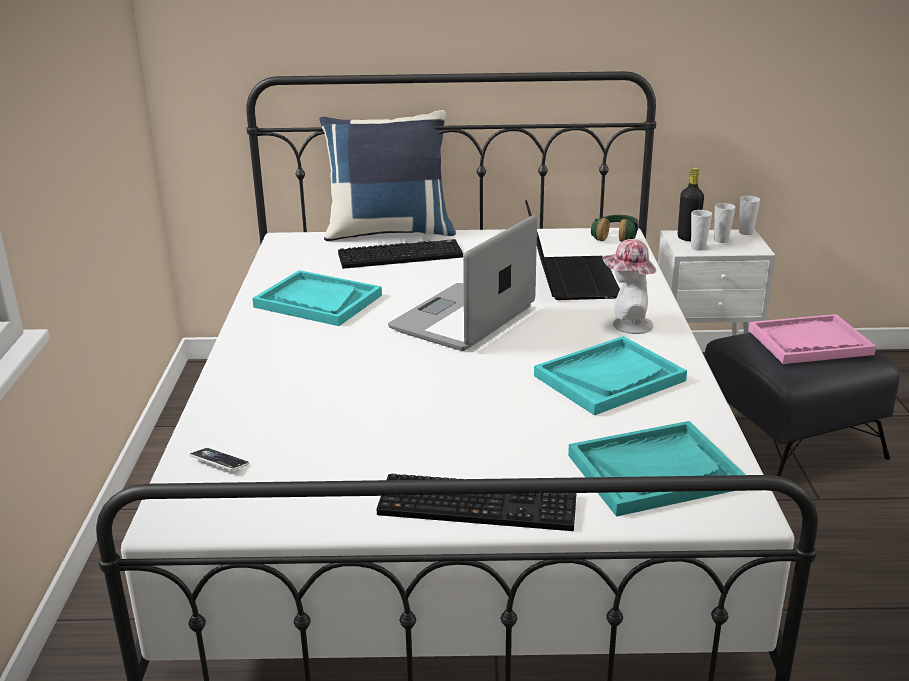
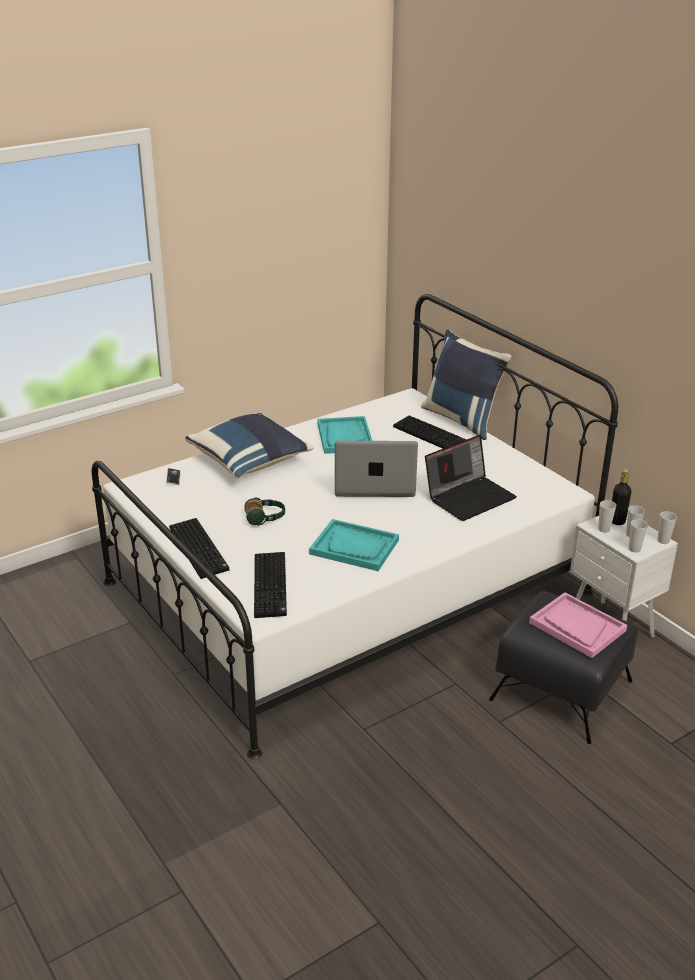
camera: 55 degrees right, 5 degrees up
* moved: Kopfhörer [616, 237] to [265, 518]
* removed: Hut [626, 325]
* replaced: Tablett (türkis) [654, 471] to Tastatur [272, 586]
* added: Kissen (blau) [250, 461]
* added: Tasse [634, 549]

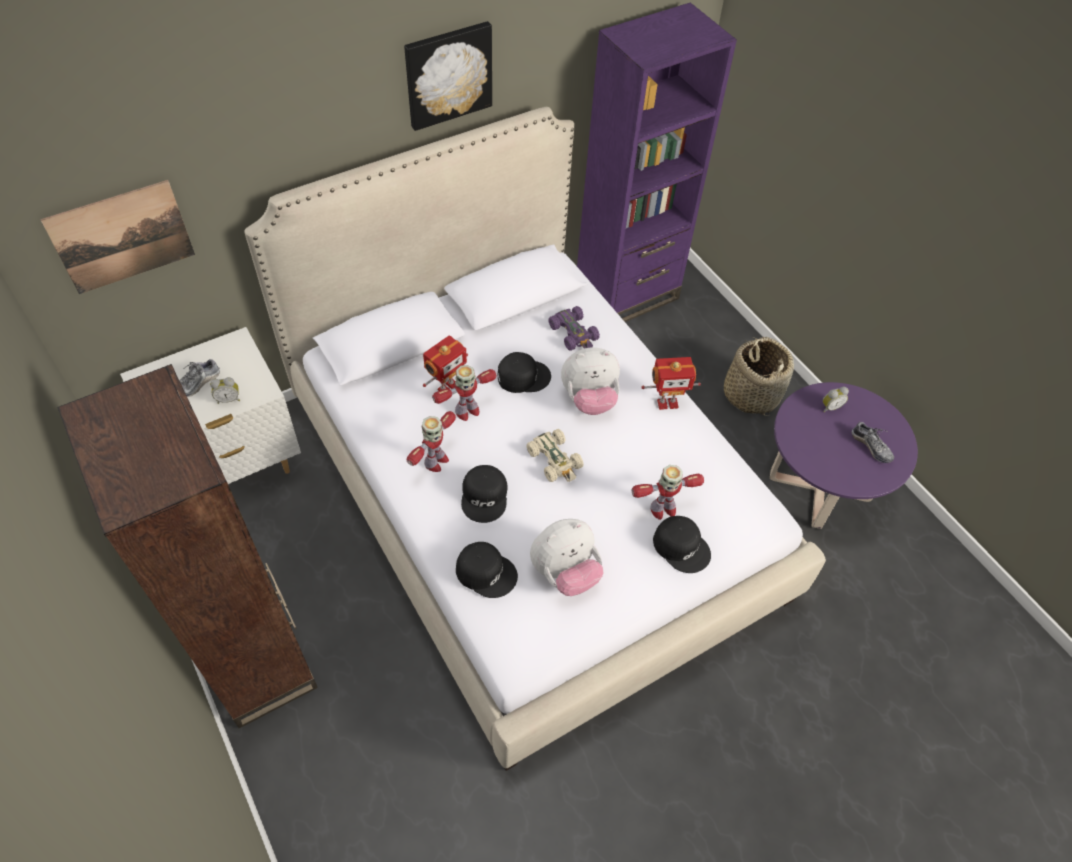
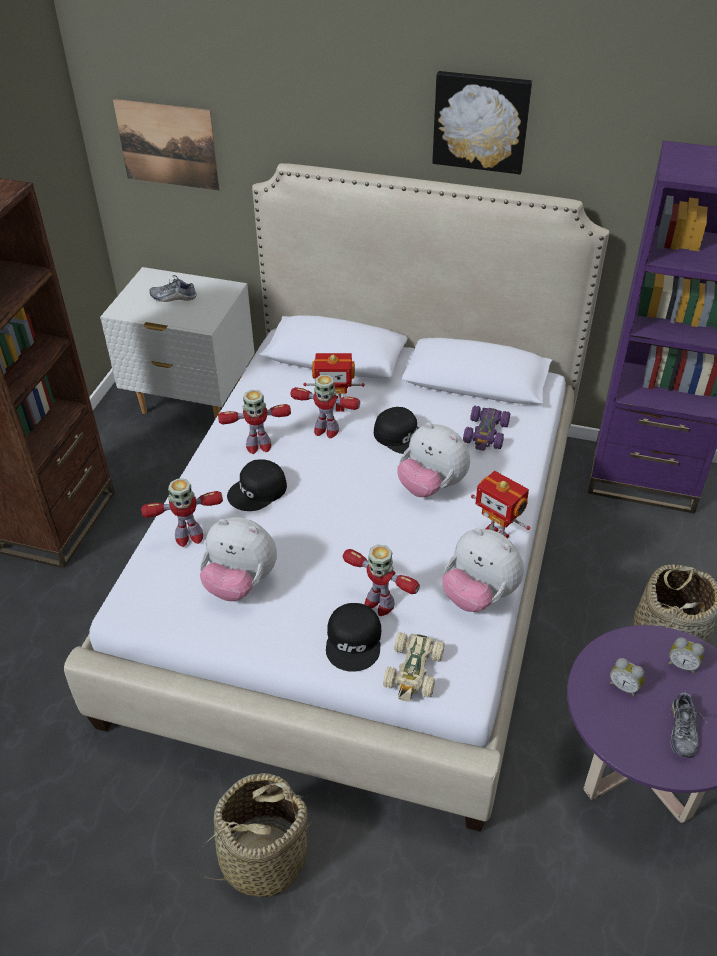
camera: 50 degrees right, 10 degrees down
* moved: Wecker [228, 399] to [624, 686]
* moved: Spielzeugauto (beige) [555, 460] to [414, 671]
* replaced: Kappe (schwarz) [486, 571] to Spielzeugroboter [188, 536]
* added: Plüschtier [479, 595]
* added: Korb [263, 857]

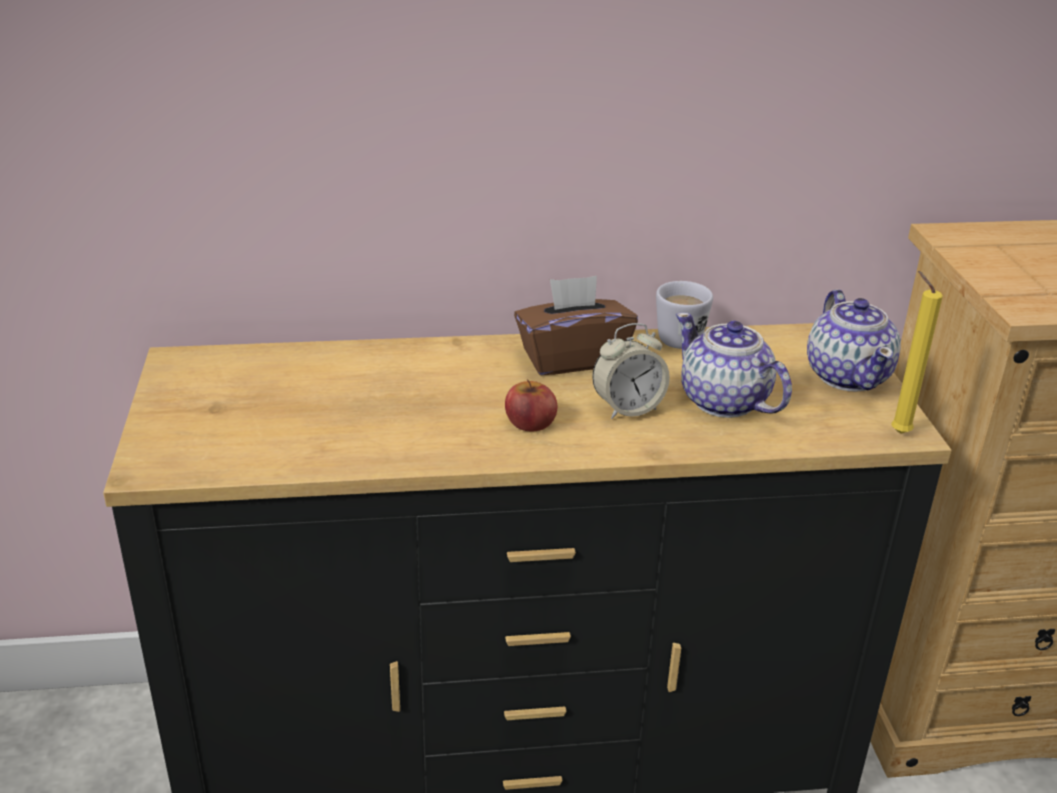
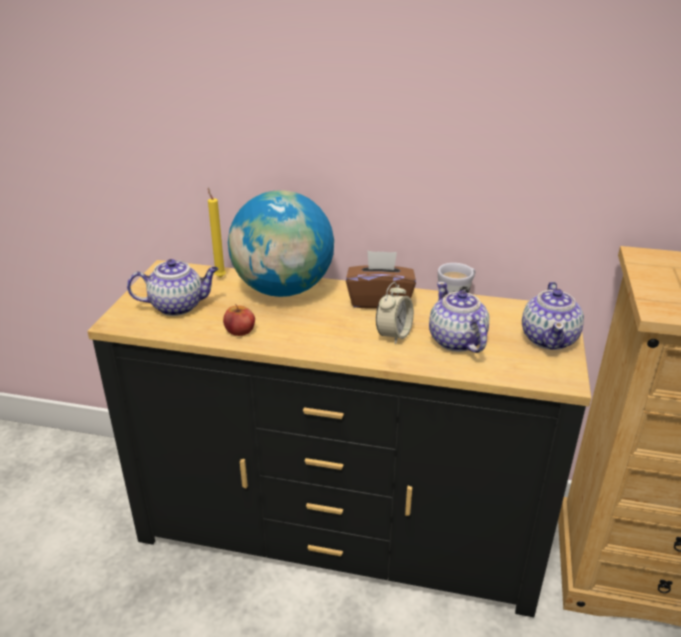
camera: 20 degrees right, 0 degrees up
* moved: Kerze (gelb) [897, 432] to [220, 276]
* turned: Wecker [627, 408] = [394, 335] 60 degrees counterclockwise
* moved: Apfel [530, 422] to [240, 330]
* added: Globus [284, 290]
* added: Teekanne [178, 306]

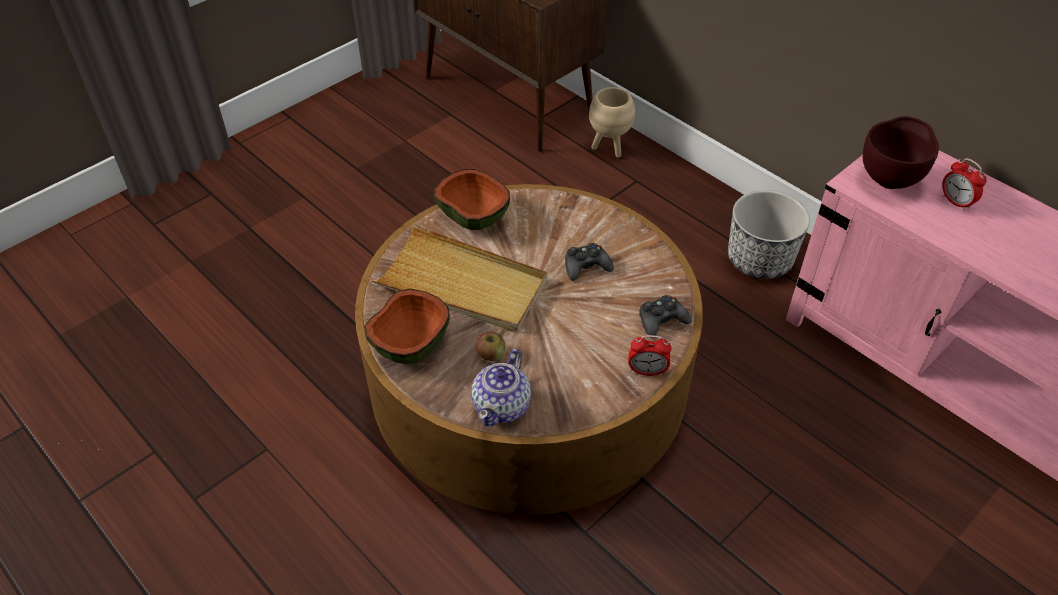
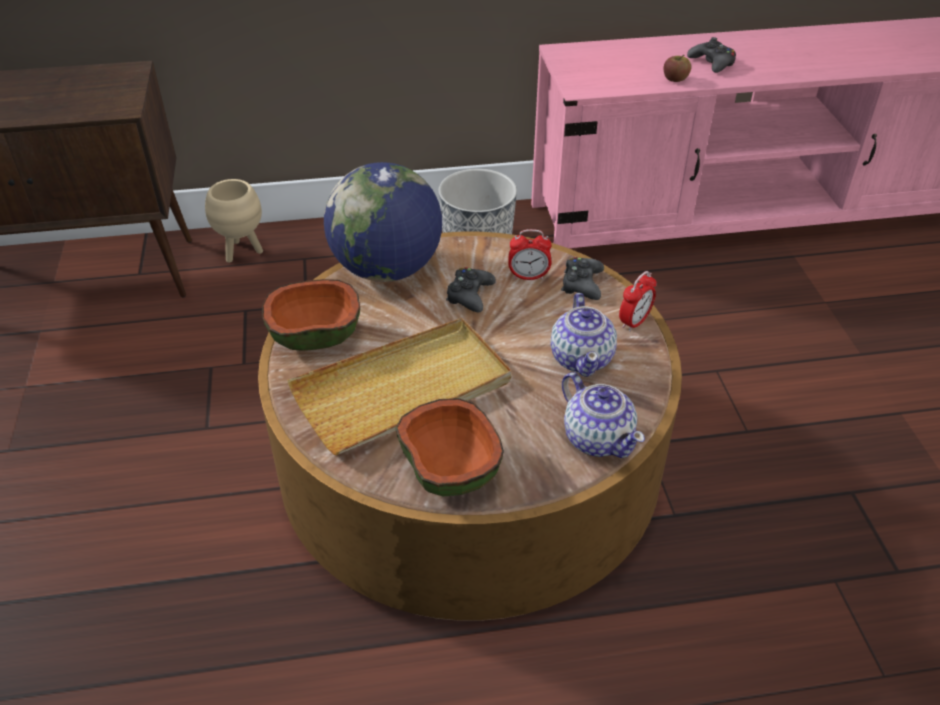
camera: 55 degrees left, 5 degrees down
* removed: Schüssel (braun) [890, 179]
* moved: Wecker [955, 202] to [528, 276]
* moved: Apfel [491, 354] to [675, 79]
* added: Gamepad (schwarz) [712, 63]
* added: Globus [387, 269]
* added: Teekanne [582, 358]

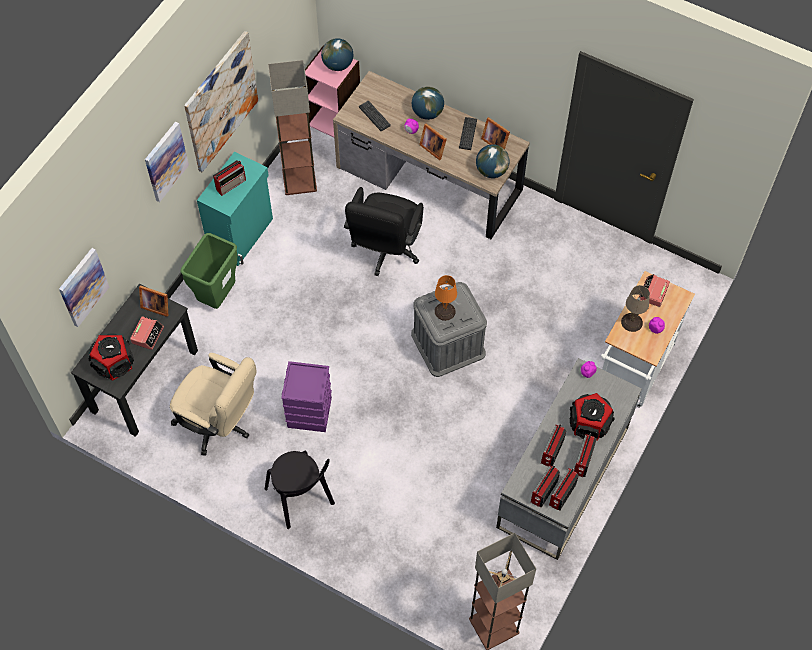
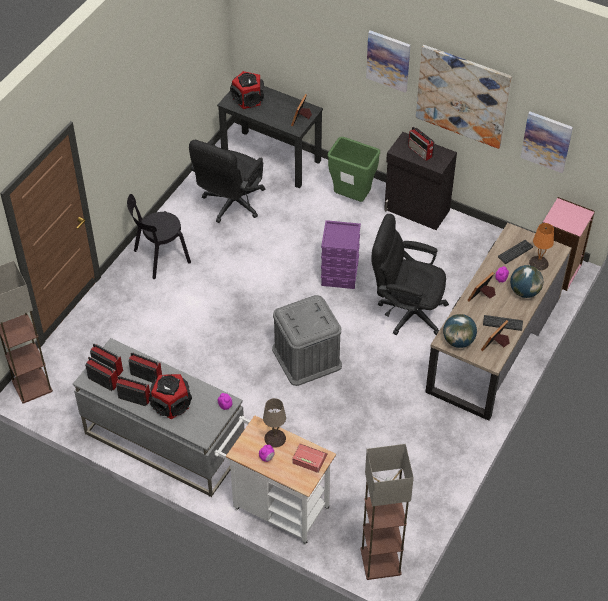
camera: 90 degrees right, 10 degrees down
* removed: Globus [338, 65]
* moved: Stehlampe [299, 181] to [380, 561]
* recoloured: Schrank (türkis) [242, 235] to Schrank (schwarz) [416, 210]
* moved: Bild [83, 287] to [546, 141]
* moved: Tischlampe (orange) [445, 311] to [538, 263]
* removed: Wecker [147, 335]
* recoloured: Bürostuhl (beige) [220, 424] to Bürostuhl (schwarz) [230, 205]
* moved: Aufbewahrungsbox (lila) [309, 413] to [339, 274]

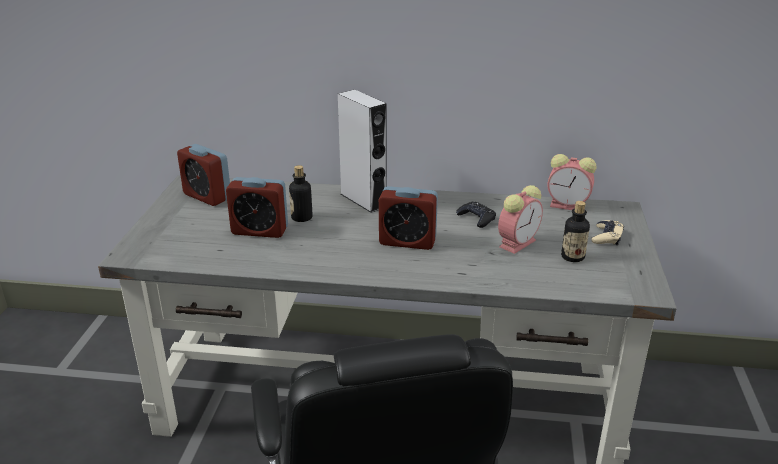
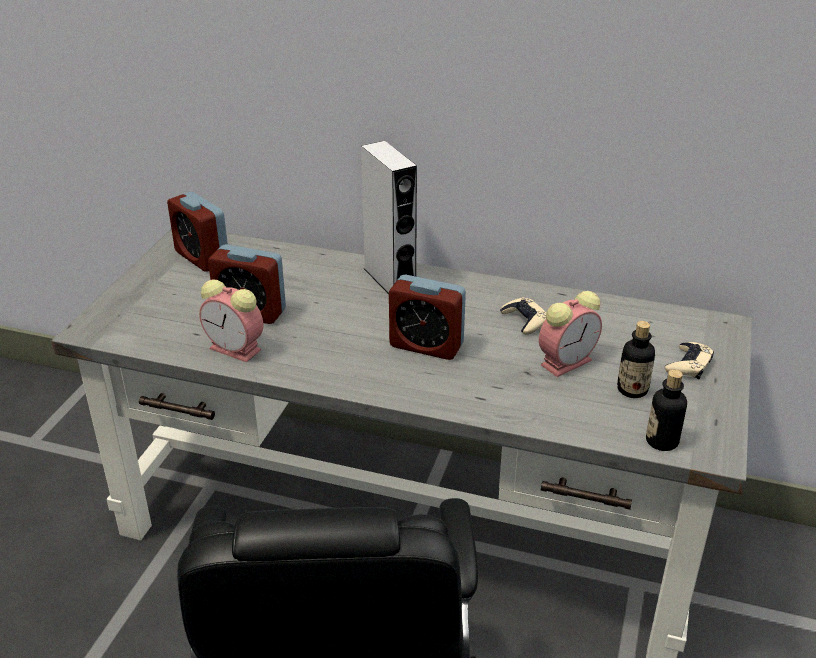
camera: 10 degrees right, 5 degrees up
* moved: Wecker [569, 205] to [237, 349]
* moved: Flasche [301, 217] to [662, 441]
* recoloured: Gamepad (schwarz) [476, 218] to Gamepad (beige) [525, 320]

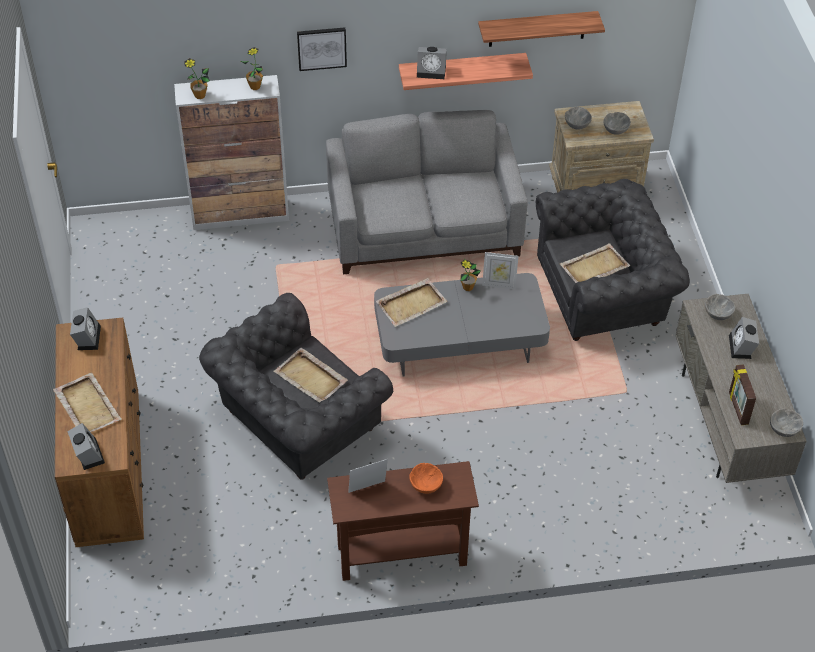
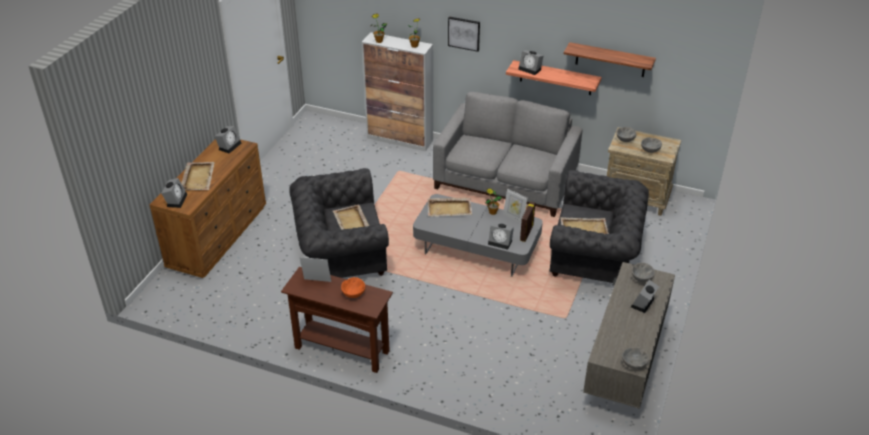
camera: 30 degrees right, 10 degrees down
* moved: Bilderrahmen [737, 408] to [526, 233]
* added: Wecker [501, 242]

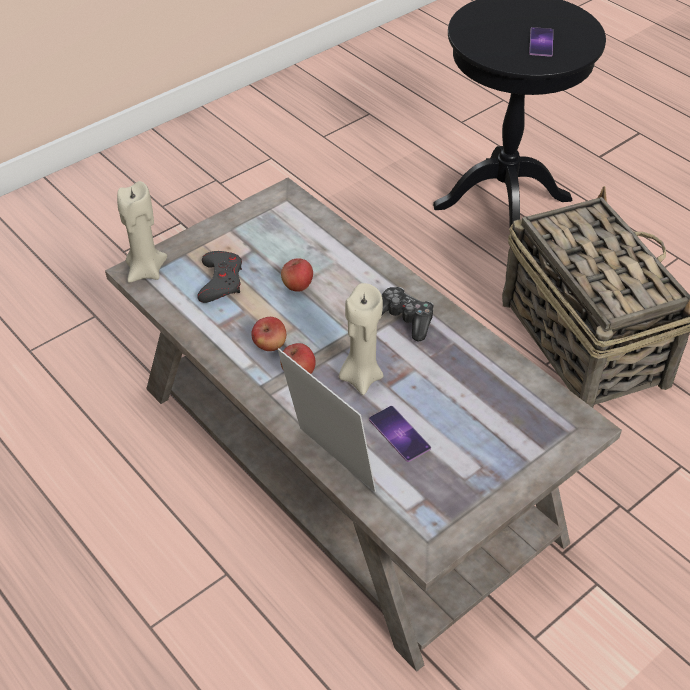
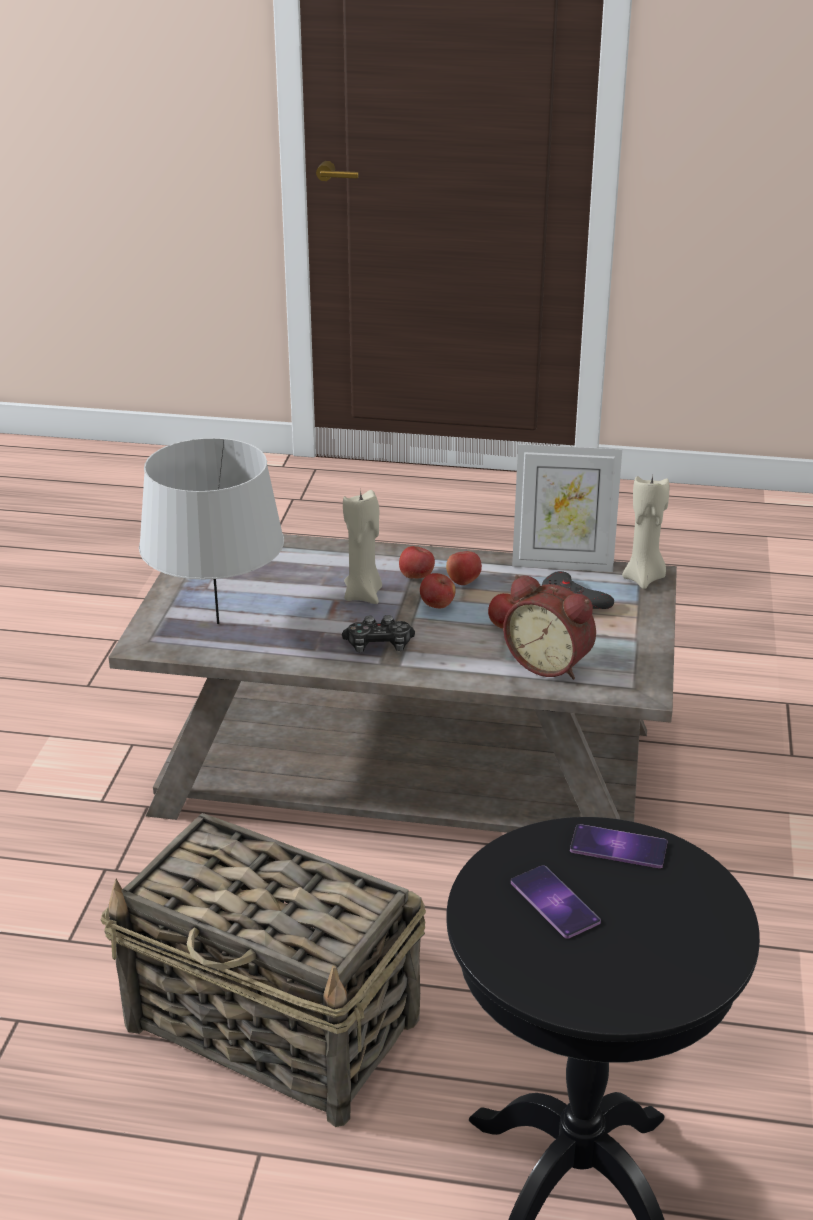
camera: 140 degrees right, 15 degrees down
* moved: Bilderrahmen [328, 465] to [562, 564]
* moved: Handy [399, 434] to [618, 847]
* added: Tischlampe (grau) [217, 623]
* added: Apfel [437, 606]
* added: Wecker [550, 663]

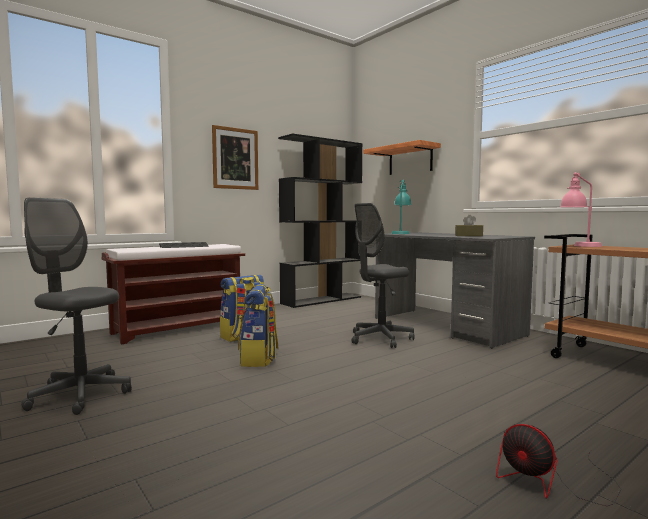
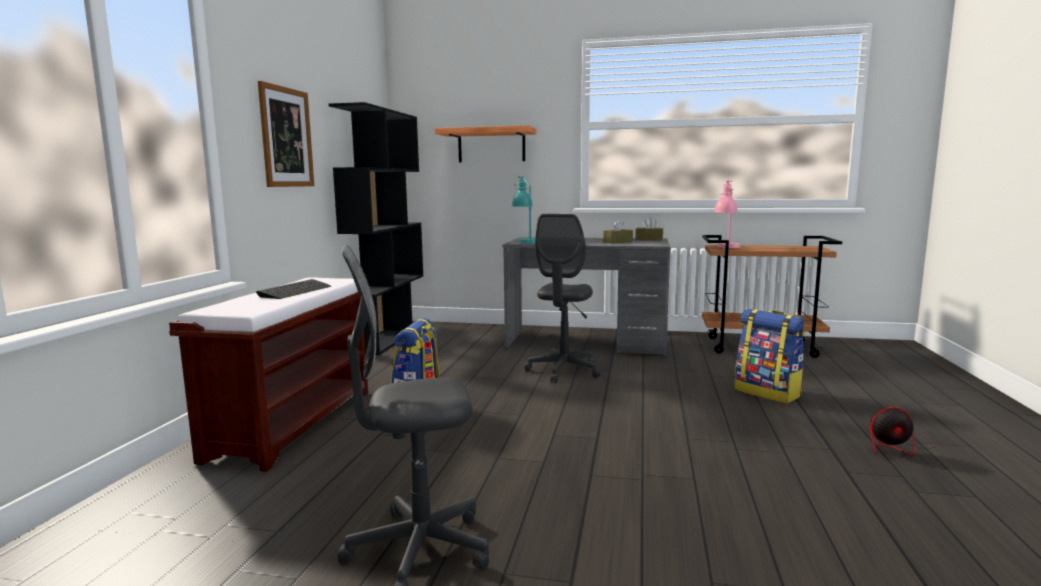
camera: 40 degrees left, 5 degrees up
* moved: Rucksack [259, 359] to [768, 393]
* added: Taschentuchbox (braun) [649, 239]

